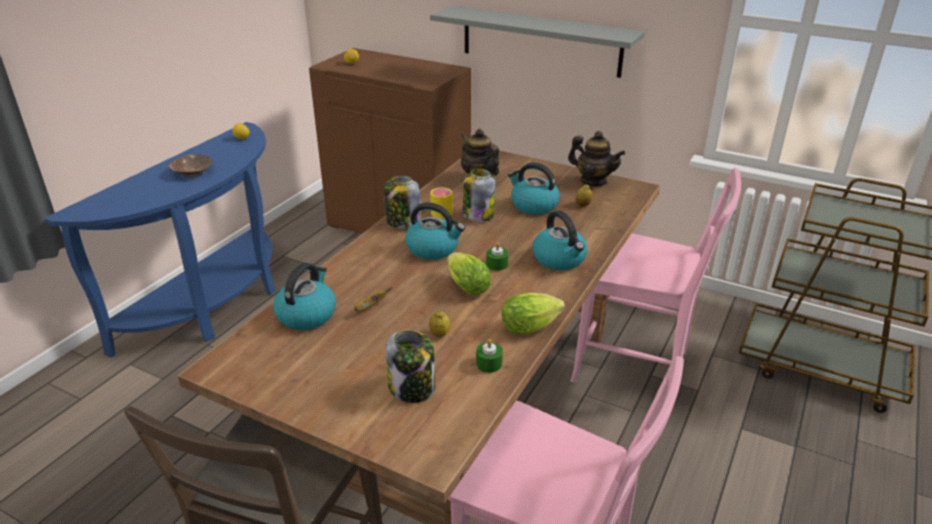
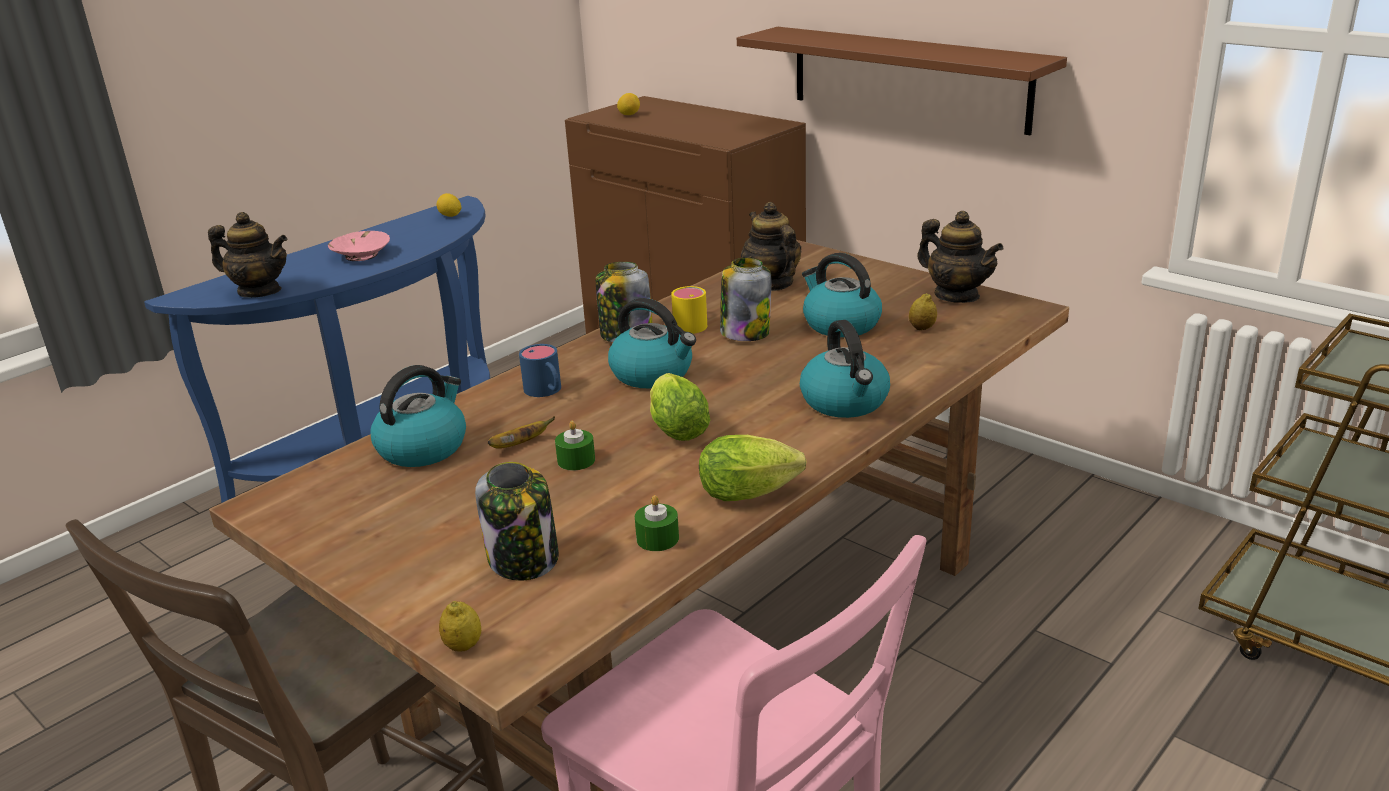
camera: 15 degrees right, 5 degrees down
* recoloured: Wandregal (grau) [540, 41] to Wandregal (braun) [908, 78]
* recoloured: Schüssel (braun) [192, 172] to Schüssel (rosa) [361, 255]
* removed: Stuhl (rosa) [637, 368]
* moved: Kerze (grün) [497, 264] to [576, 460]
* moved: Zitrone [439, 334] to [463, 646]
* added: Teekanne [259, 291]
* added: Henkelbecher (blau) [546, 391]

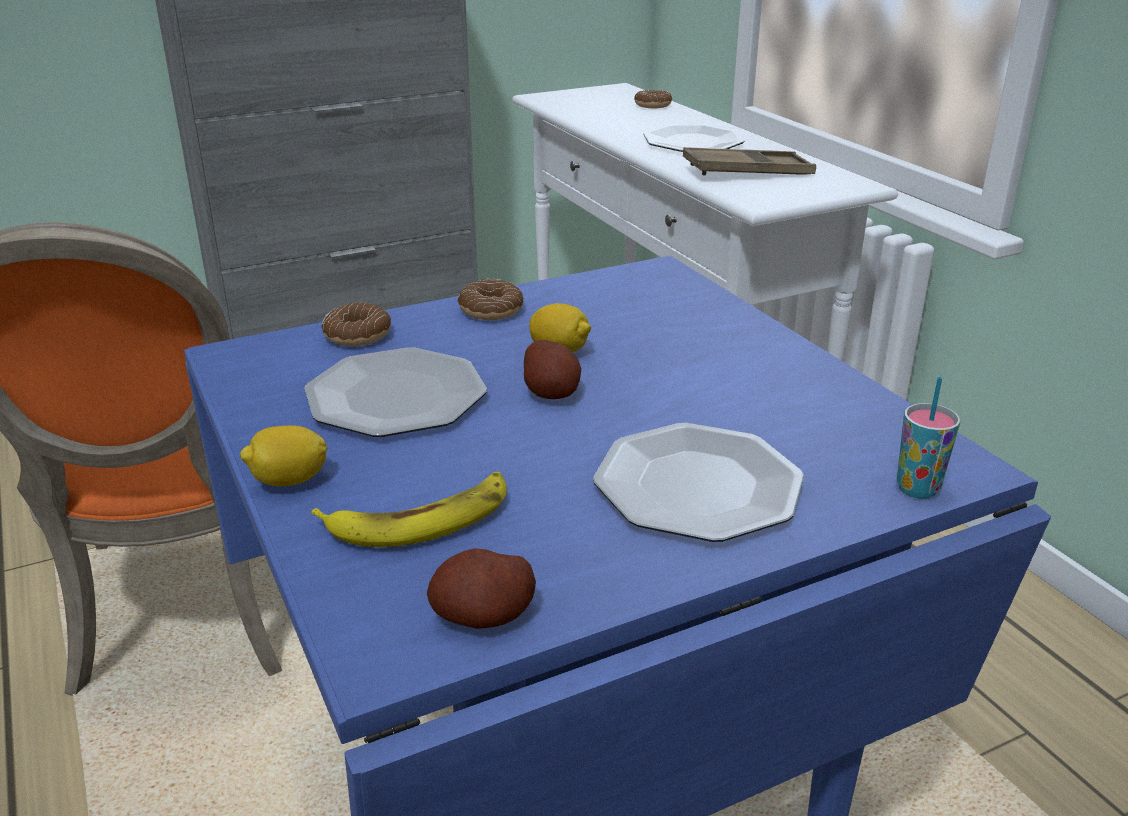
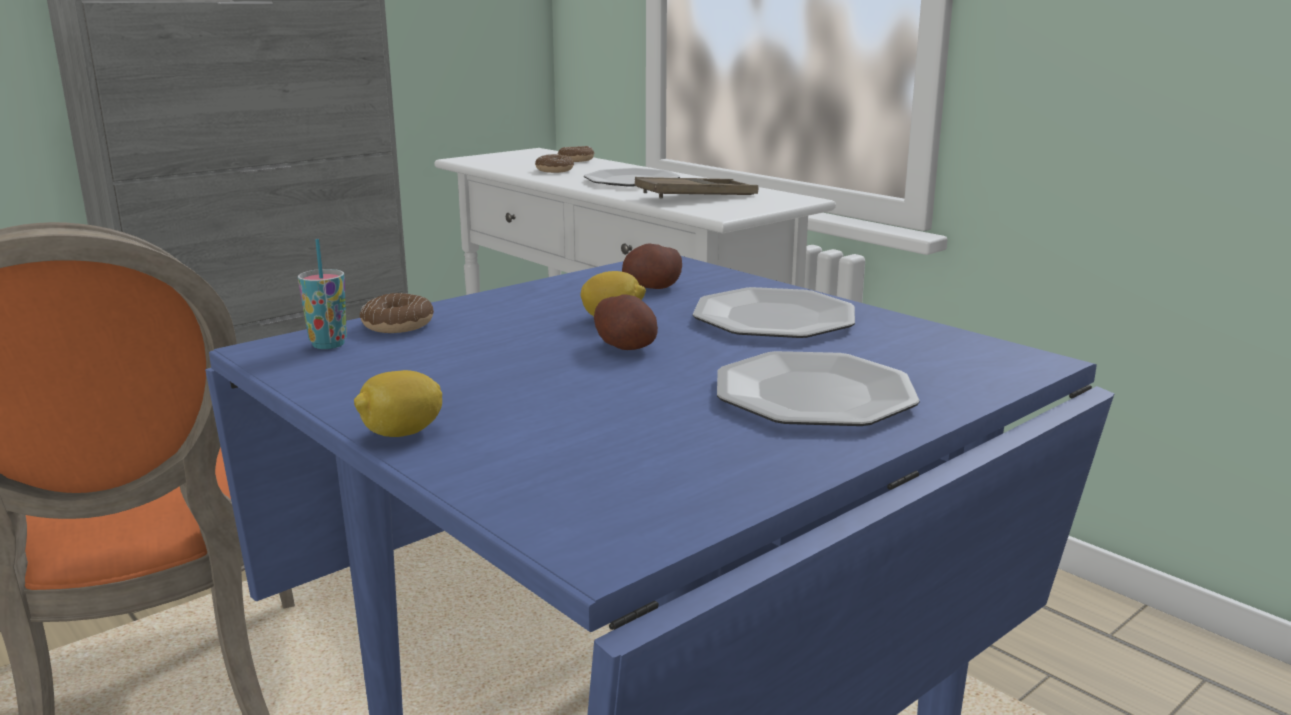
camera: 15 degrees left, 10 degrees down
* moved: Donut [491, 310] to [554, 170]
* moved: Teller [396, 396] to [773, 318]
* moved: Tasse [917, 489] to [328, 344]
* removed: Banane [421, 519]
* moved: Kartoffel [483, 616] to [652, 288]

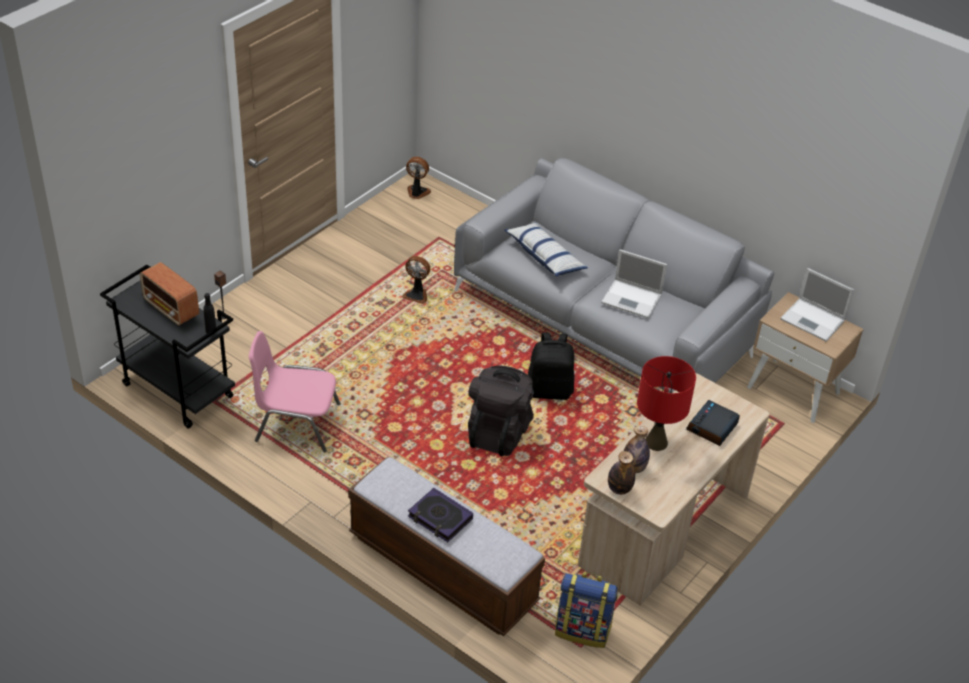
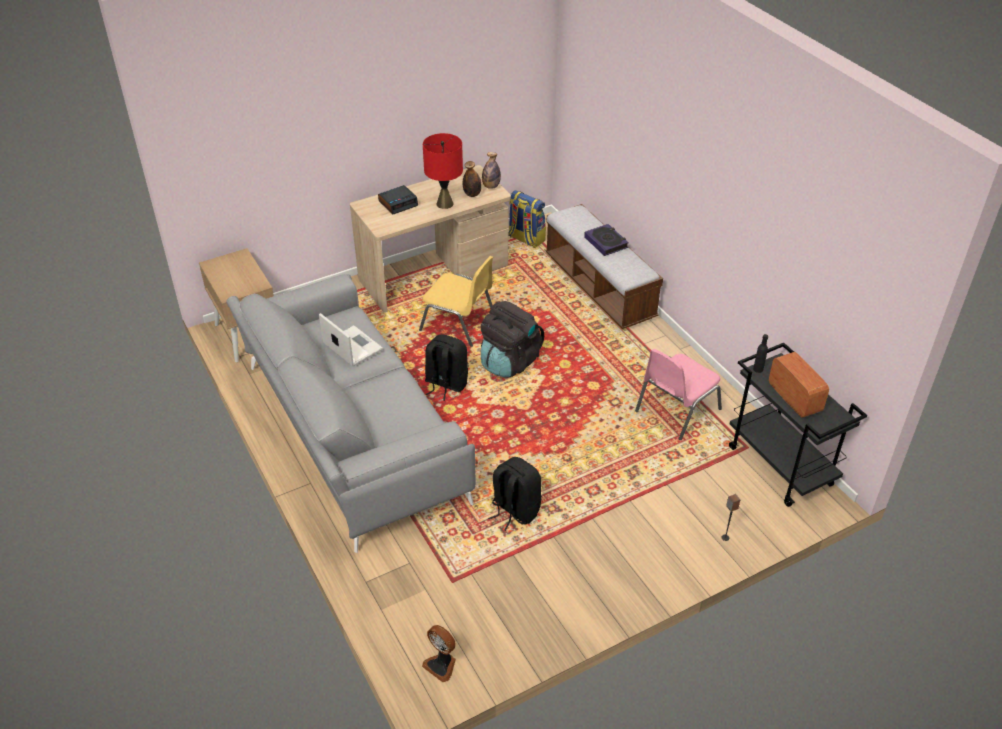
camera: 155 degrees left, 0 degrees up
* removed: Kissen [545, 257]
* replaced: Ventilator [416, 295] to Rucksack (schwarz) [514, 510]
* removed: Laptop [813, 320]
* turned: Stuhl (rosa) [296, 423] = [676, 410] 105 degrees clockwise
* added: Stuhl (gelb) [459, 324]

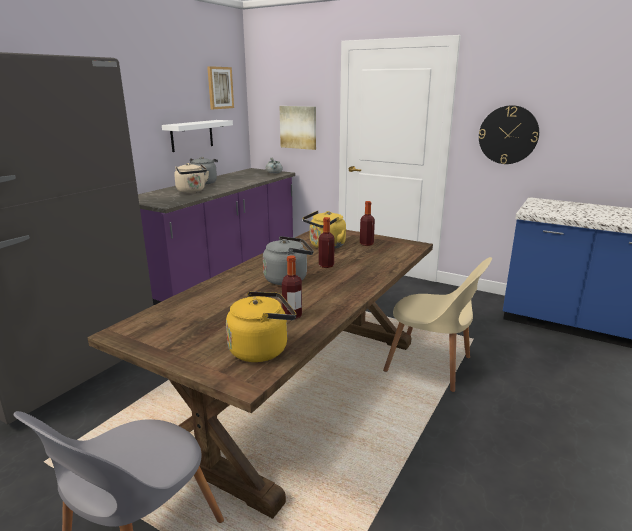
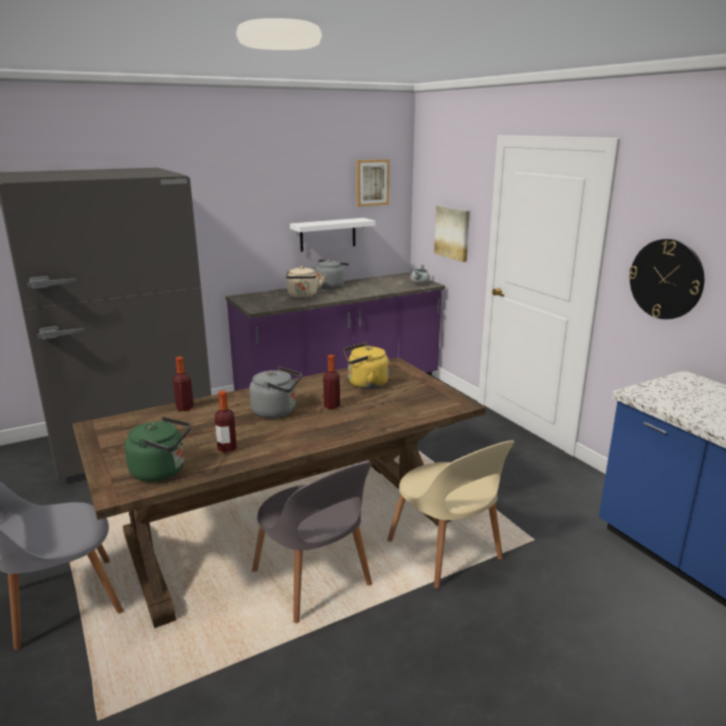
camera: 30 degrees right, 0 degrees up
* moved: Flasche [366, 244] to [185, 408]
* recoloured: Wasserkessel (gelb) [262, 349] to Wasserkessel (grün) [162, 471]
* added: Stuhl (grau) [313, 581]

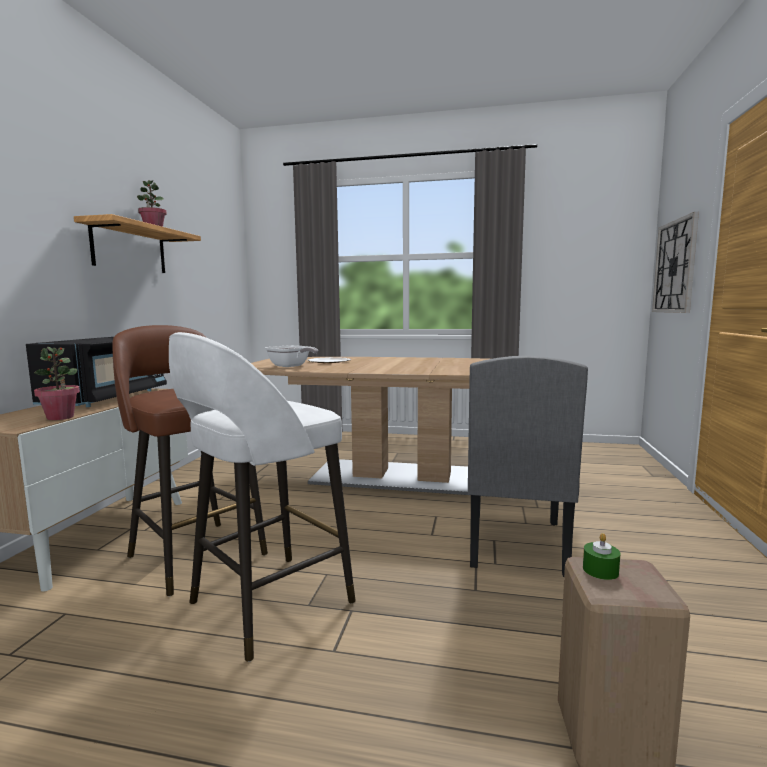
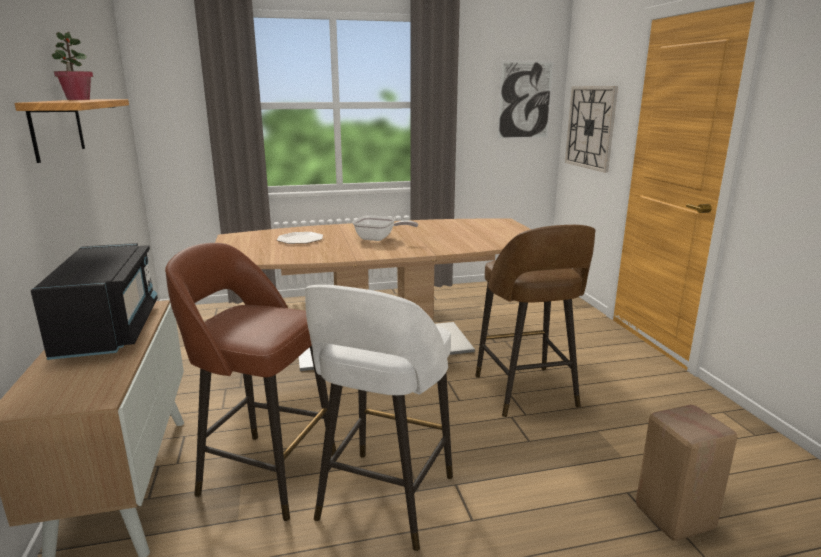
camera: 25 degrees left, 10 degrees up
* moved: Pfanne [291, 366] to [379, 239]
* removed: Topfpflanze [60, 417]
* replaced: Stuhl (grau) [515, 543] to Hocker (braun) [526, 393]
* removed: Kerze (grün) [600, 570]
* added: Bild [525, 100]

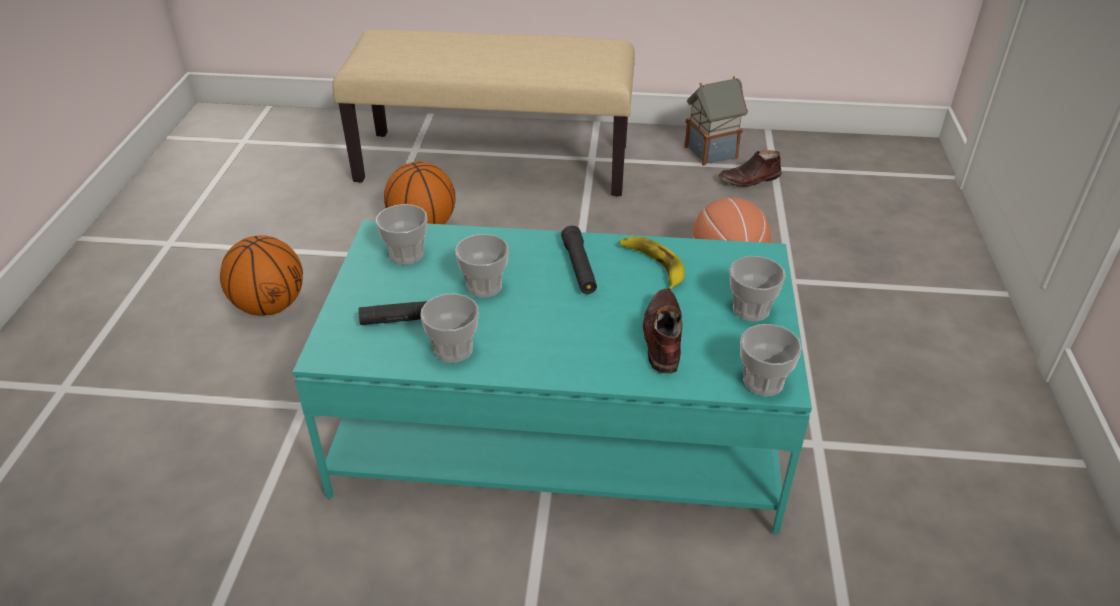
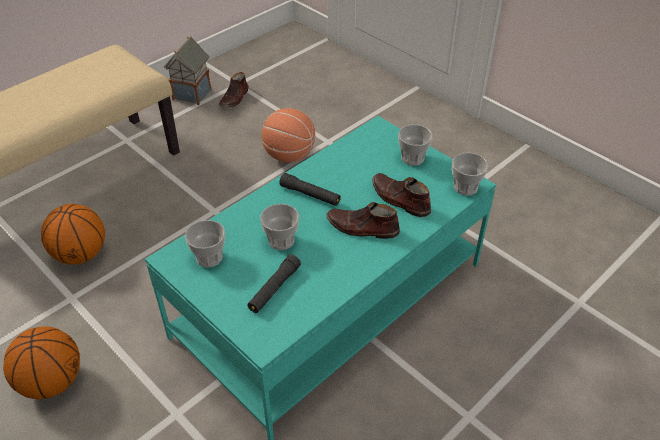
camera: 50 degrees left, 5 degrees up
* removed: Banane [652, 265]
* removed: Tasse [453, 349]
* added: Schuh (braun) [362, 228]

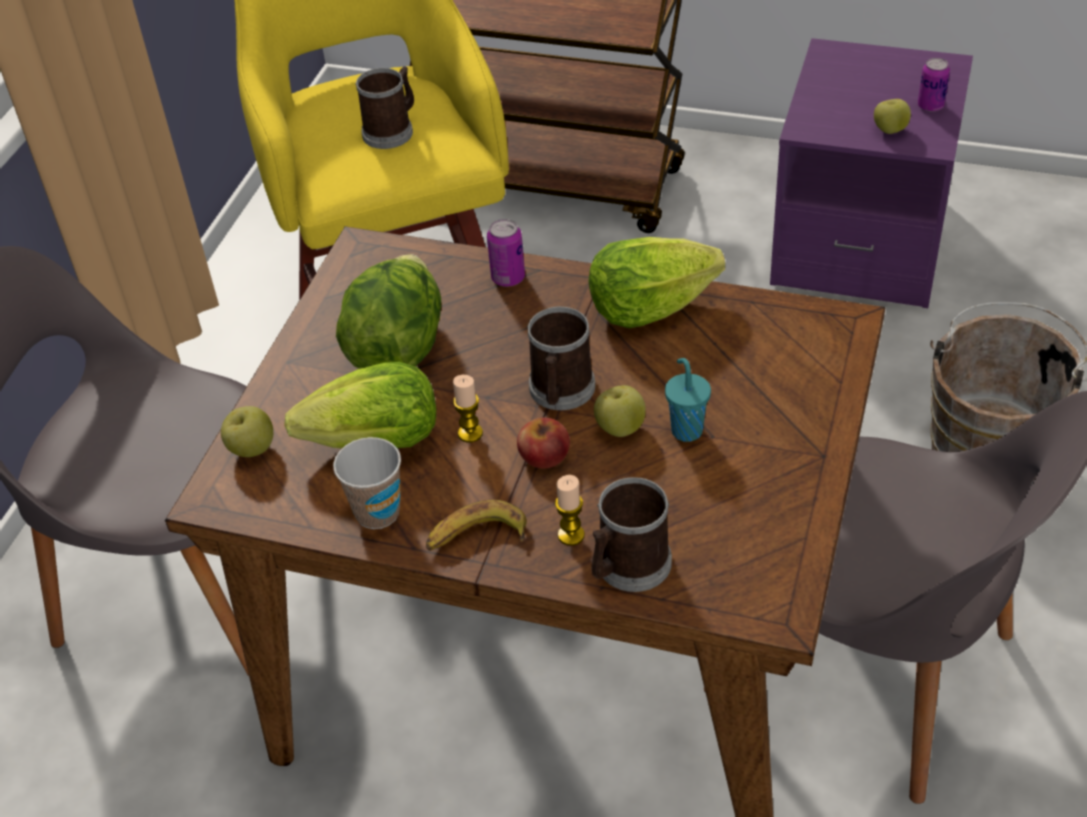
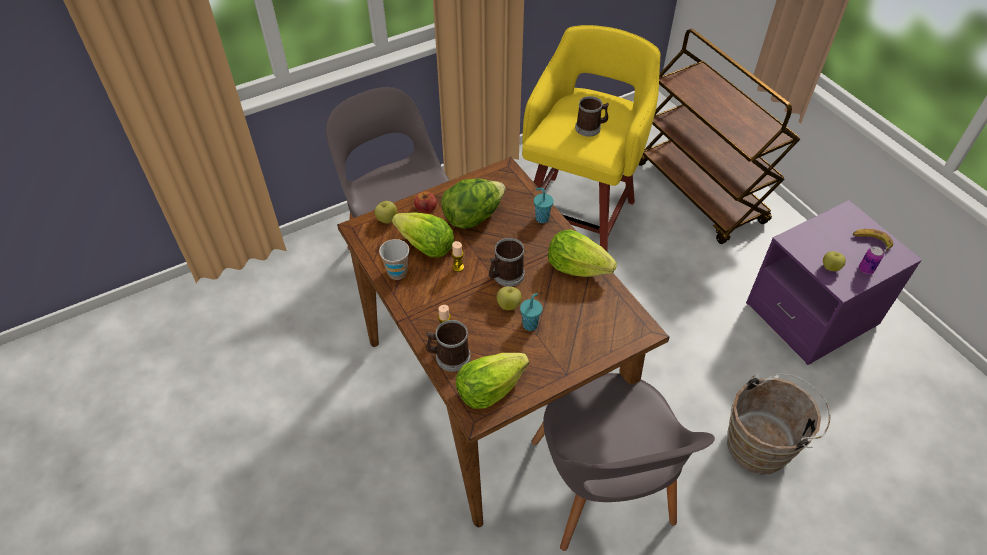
camera: 40 degrees right, 5 degrees up
* replaced: Dose [508, 278] to Tasse (türkis) [541, 218]
* moved: Apfel [544, 455] to [426, 208]
* moved: Banane [476, 537] to [871, 241]
* added: Salatkopf [489, 389]

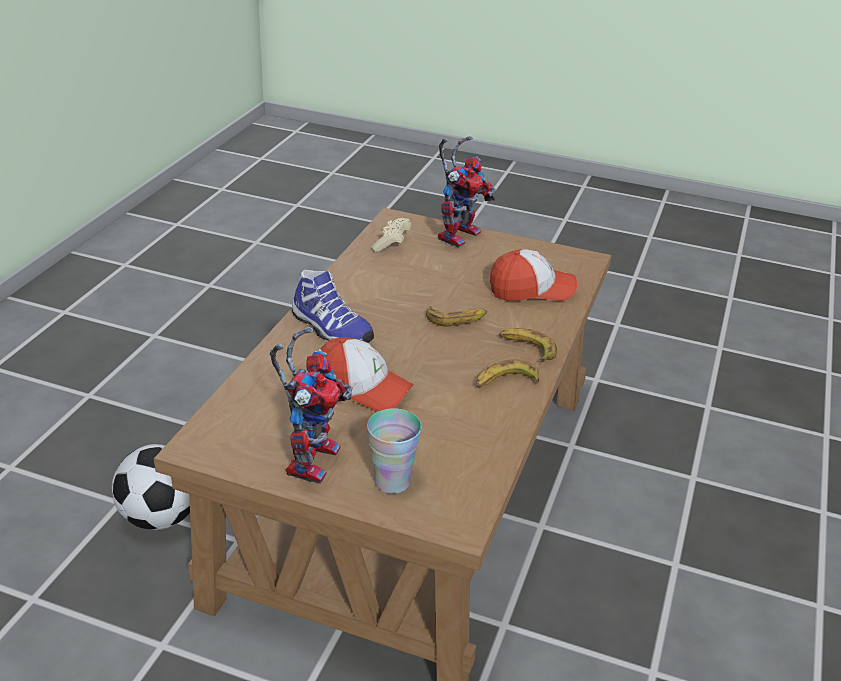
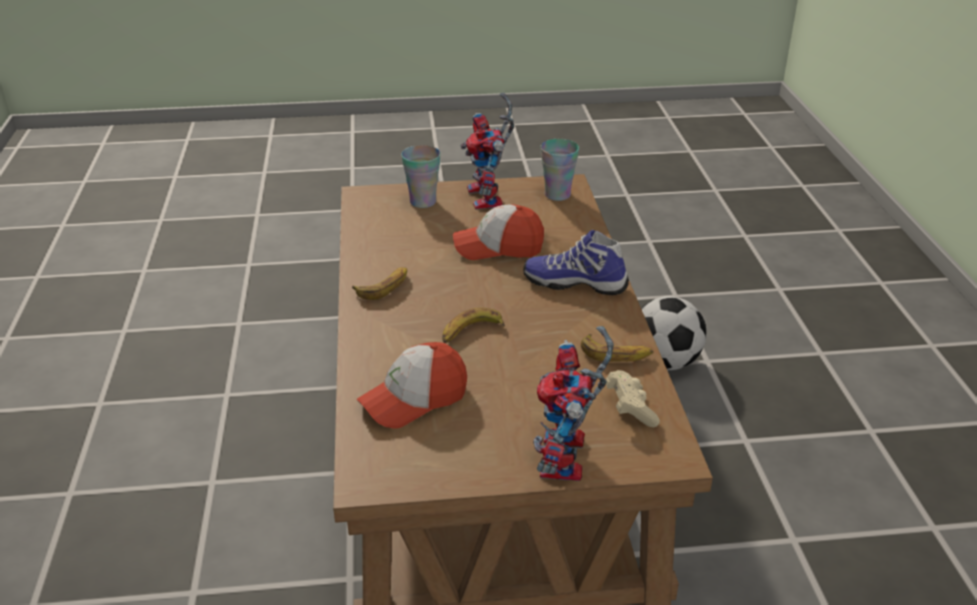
camera: 155 degrees right, 0 degrees up
* moved: Banane [527, 349] to [616, 354]
* added: Tasse [557, 195]

